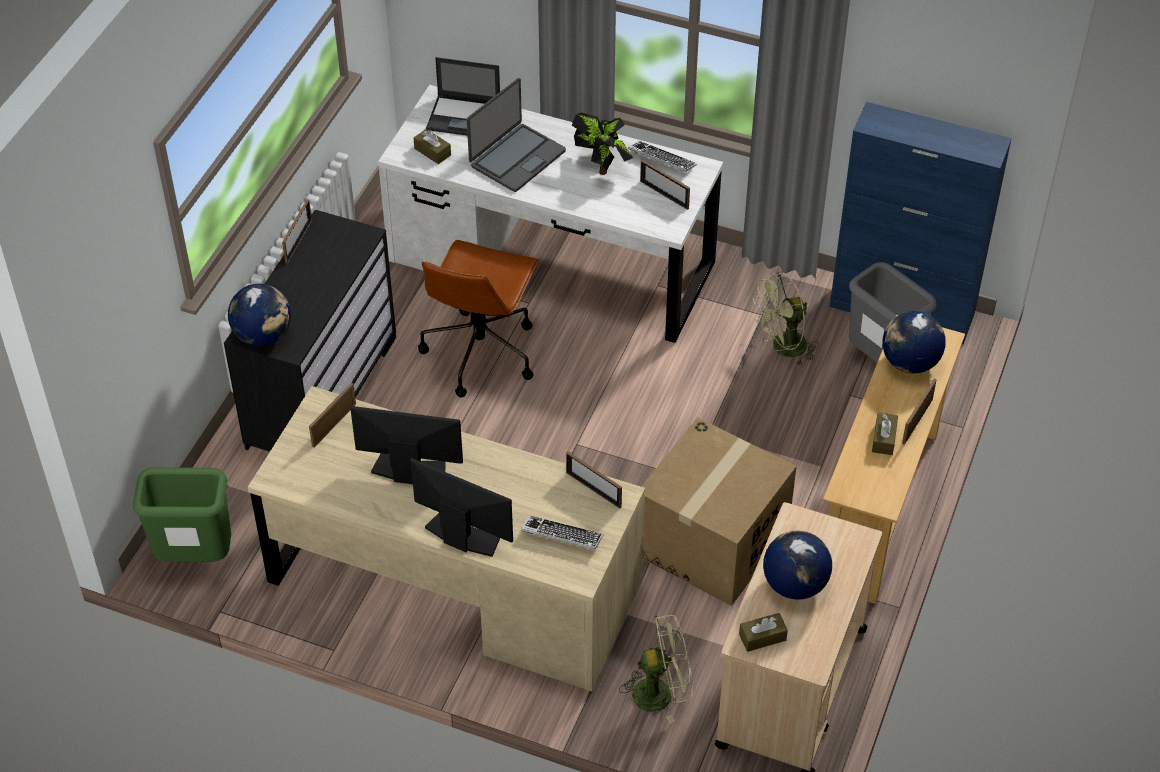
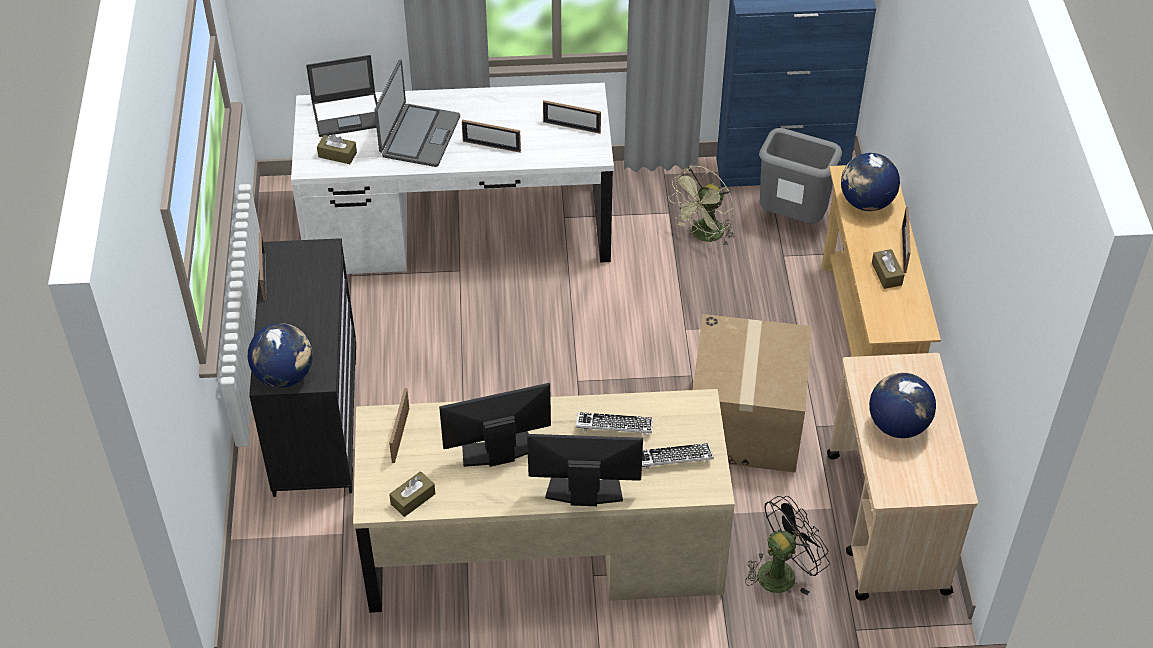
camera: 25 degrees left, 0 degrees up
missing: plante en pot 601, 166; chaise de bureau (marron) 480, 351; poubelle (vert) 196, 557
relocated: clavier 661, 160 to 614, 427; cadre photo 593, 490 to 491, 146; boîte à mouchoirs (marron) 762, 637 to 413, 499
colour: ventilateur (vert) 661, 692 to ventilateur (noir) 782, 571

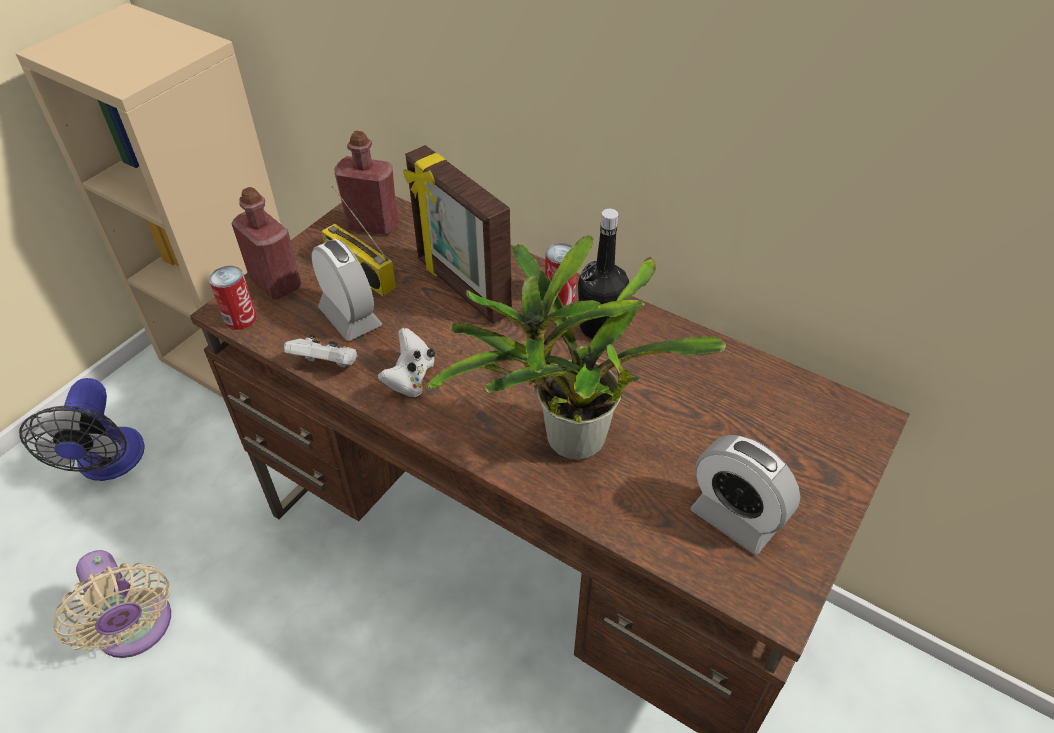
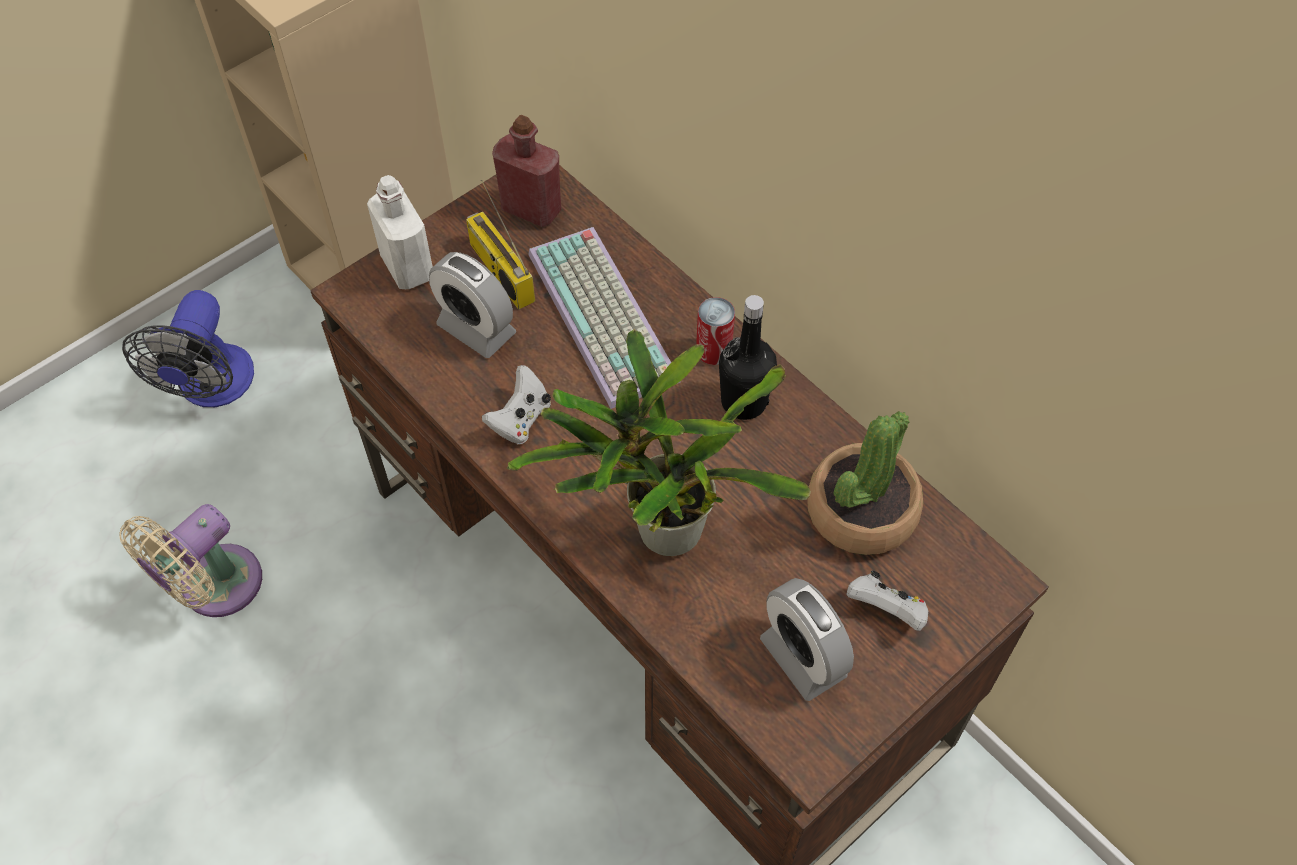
camera: 15 degrees right, 10 degrees up
missing: boîte métallique 240, 318
appeared: plante en pot 861, 510
relocated: manette (blanc) 327, 365 to 886, 610
exchanged: cadre photo 461, 288 to clavier 607, 317
colour: bouteille (rouge) 276, 283 to bouteille (blanc) 407, 267
spun: réveil 350, 317 = 476, 329 150 degrees clockwise; ventilateur (beige) 136, 630 = 214, 588 60 degrees clockwise

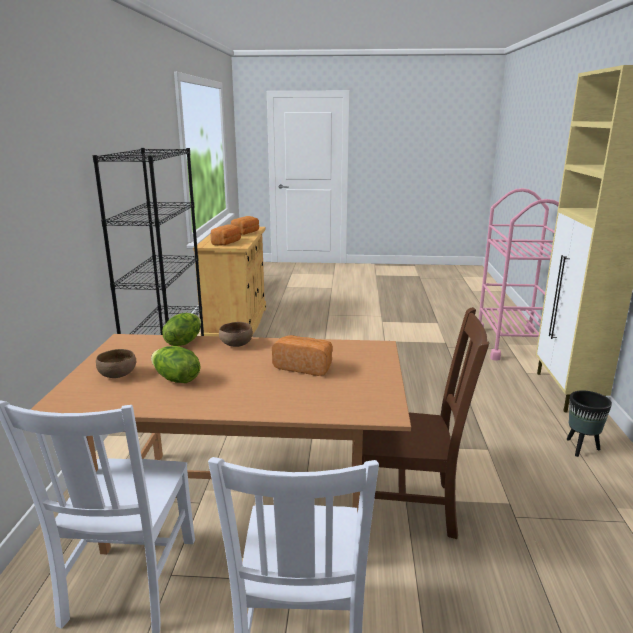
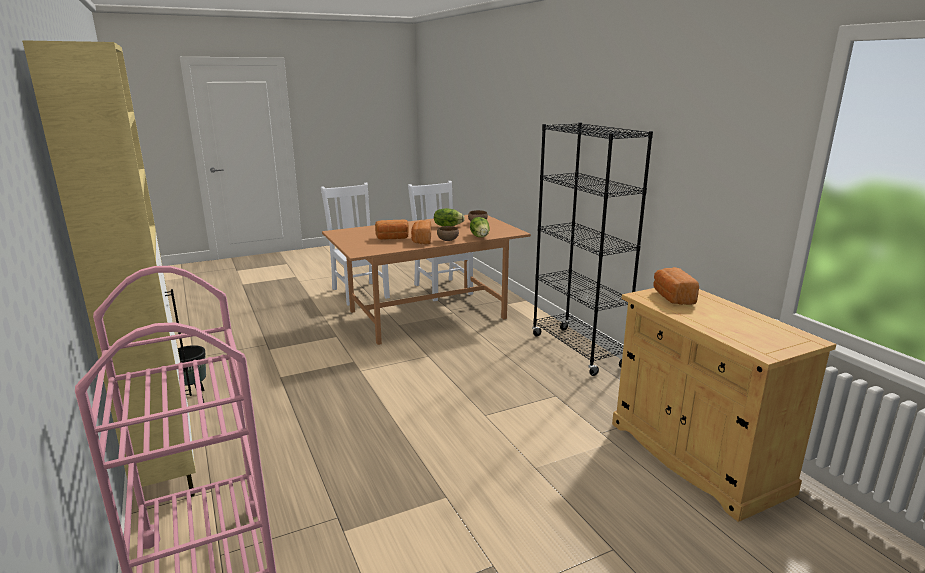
camera: 150 degrees right, 0 degrees up
missing: chaise (marron) 408, 506
relocated: pain 246, 233 to 421, 240

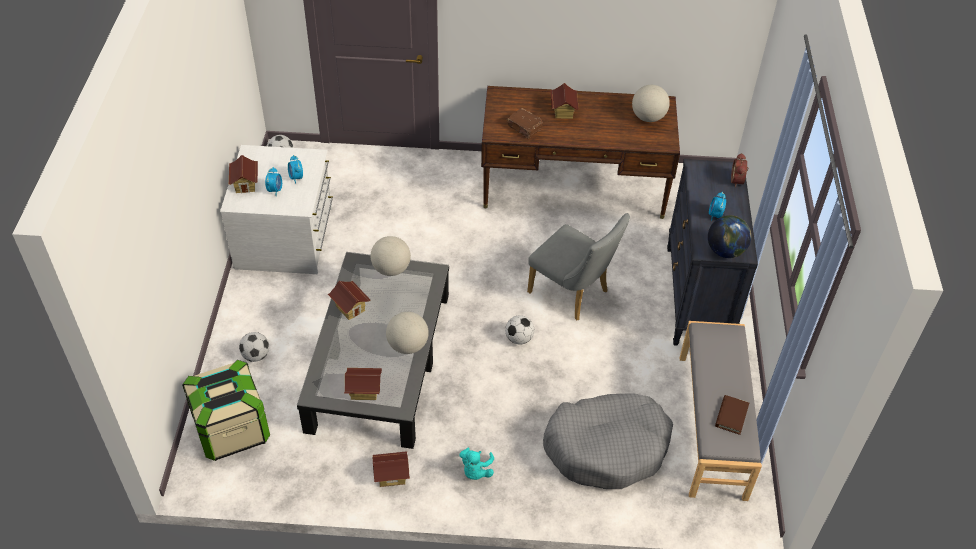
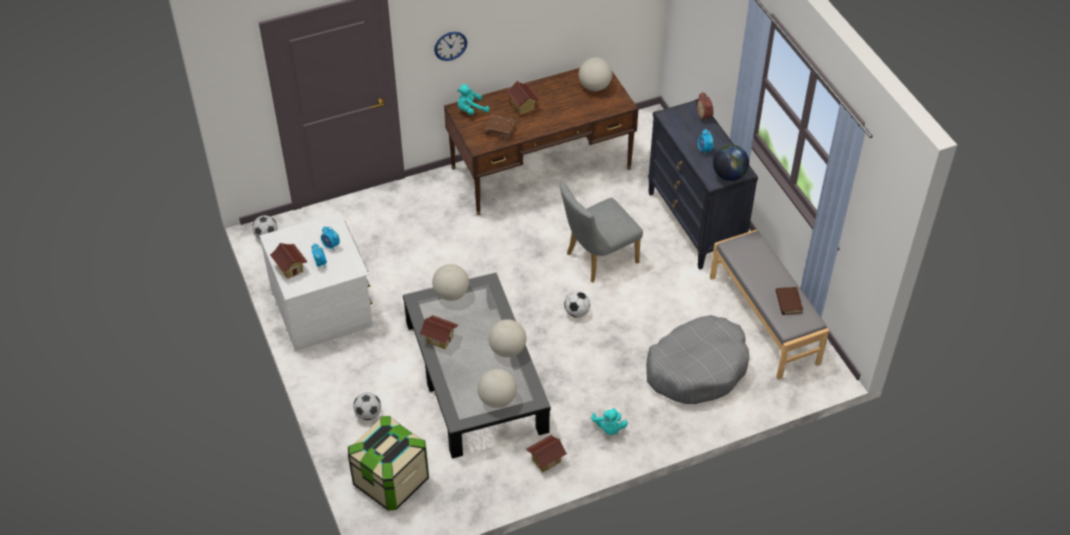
camera: 25 degrees left, 0 degrees up
appeared: horloge murale 450, 45; peluche (turquoise) 471, 110
exchanged: maison miniature 364, 391 to globe 497, 400
spun: chaise (gris) 573, 294 = 597, 259 135 degrees clockwise

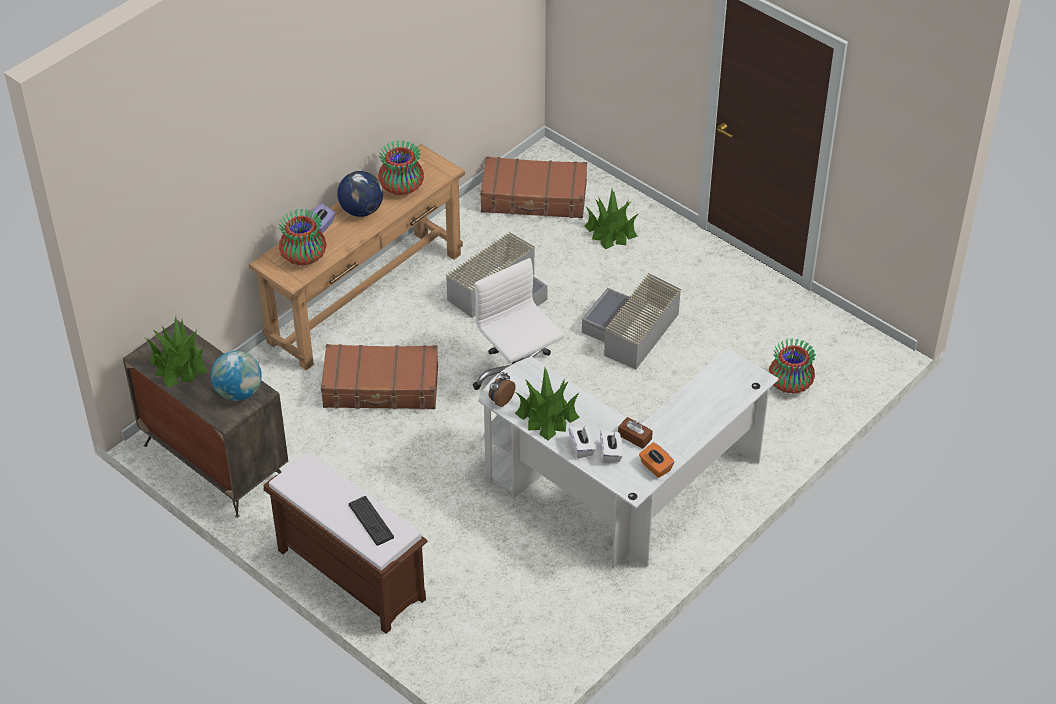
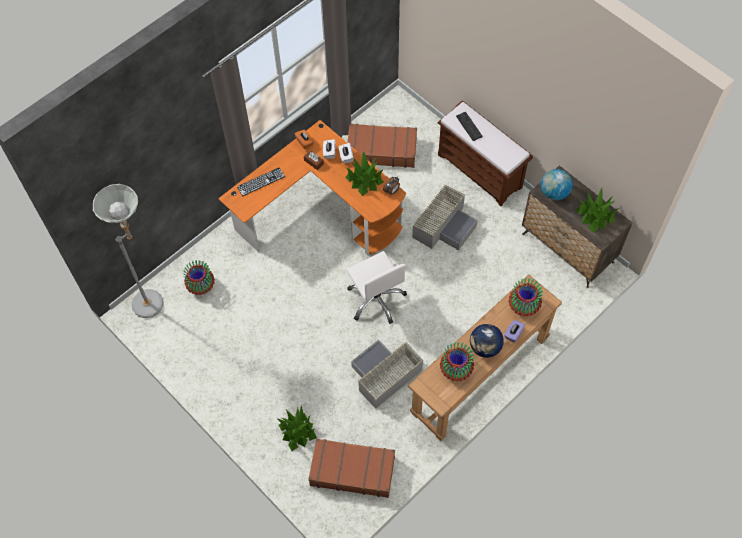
camera: 175 degrees left, 15 degrees up
appeared: clavier 261, 181; lampadaire (gris) 153, 299
relocated: boîte de rangement (gris) 630, 332 to 444, 225; valise (marron) 381, 387 to 381, 150
colour: bureau (blanc) 621, 494 to bureau (orange) 321, 213

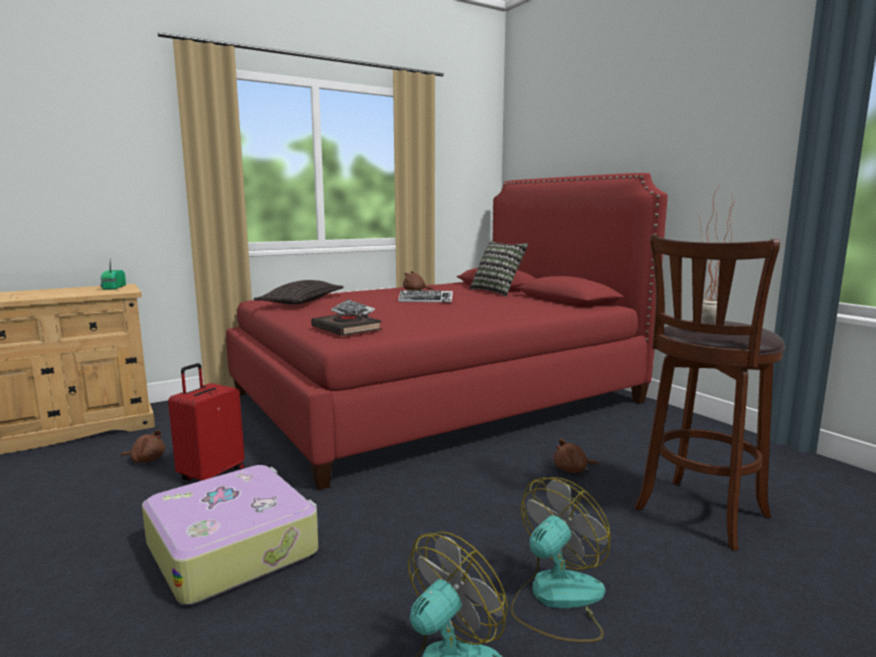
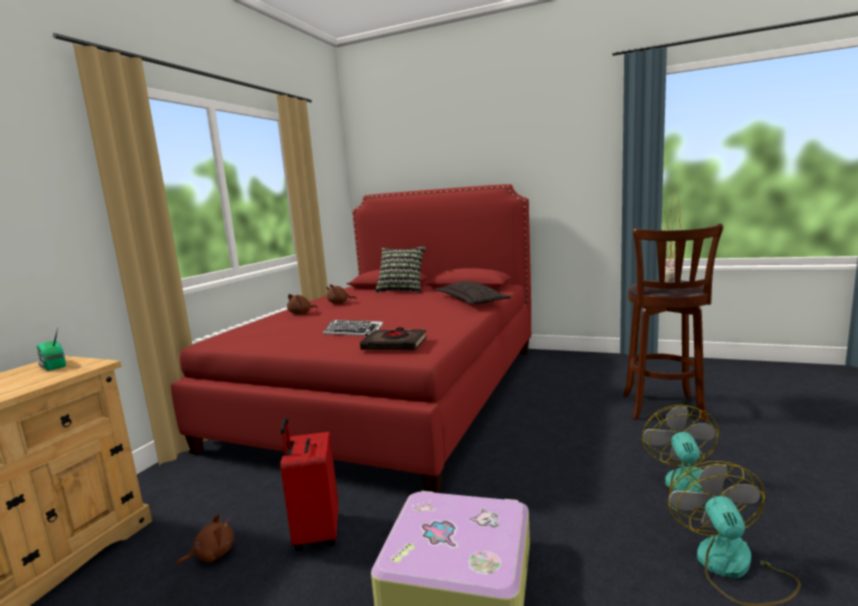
camera: 35 degrees left, 0 degrees up
missing: clavier 425, 300
relocated: coussin 302, 301 to 471, 300; peluche (marron) 572, 470 to 301, 313

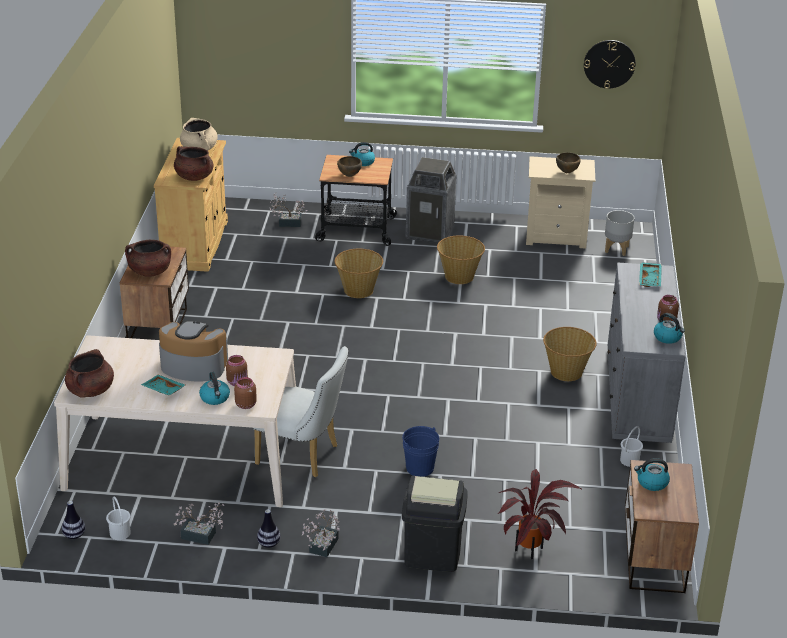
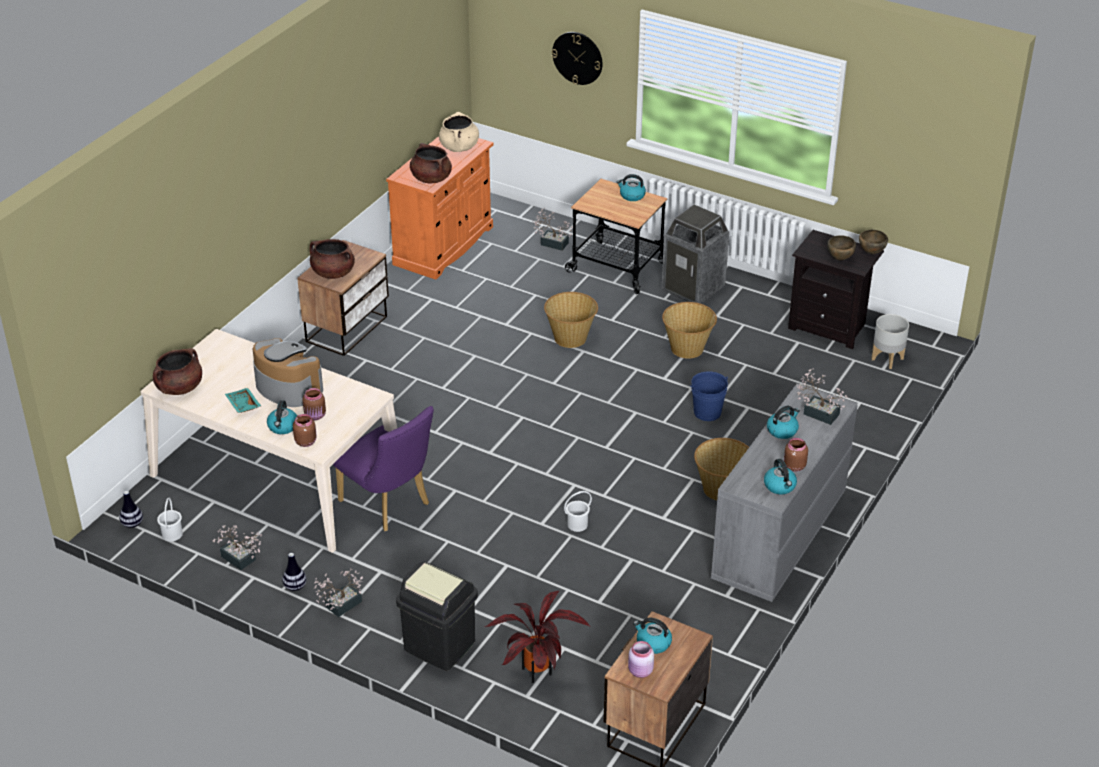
camera: 25 degrees right, 5 degrees up
appeared: bouilloire 782, 430; bocal (rose) 640, 671
relocated: horloge murale 609, 63 to 577, 57; bol (marron) 349, 176 to 871, 252; seau (bleu) 420, 468 to 707, 412; seau (blanc) 630, 460 to 577, 525
exchanged: plateau (turquoise) 650, 279 to plante en pot 817, 412
colour: meuble de rangement (beige) 195, 244 to meuble de rangement (orange) 444, 246; table de chevet (beige) 556, 236 to table de chevet (noir) 829, 326; chaise (blanc) 303, 456 to chaise (violet) 389, 505

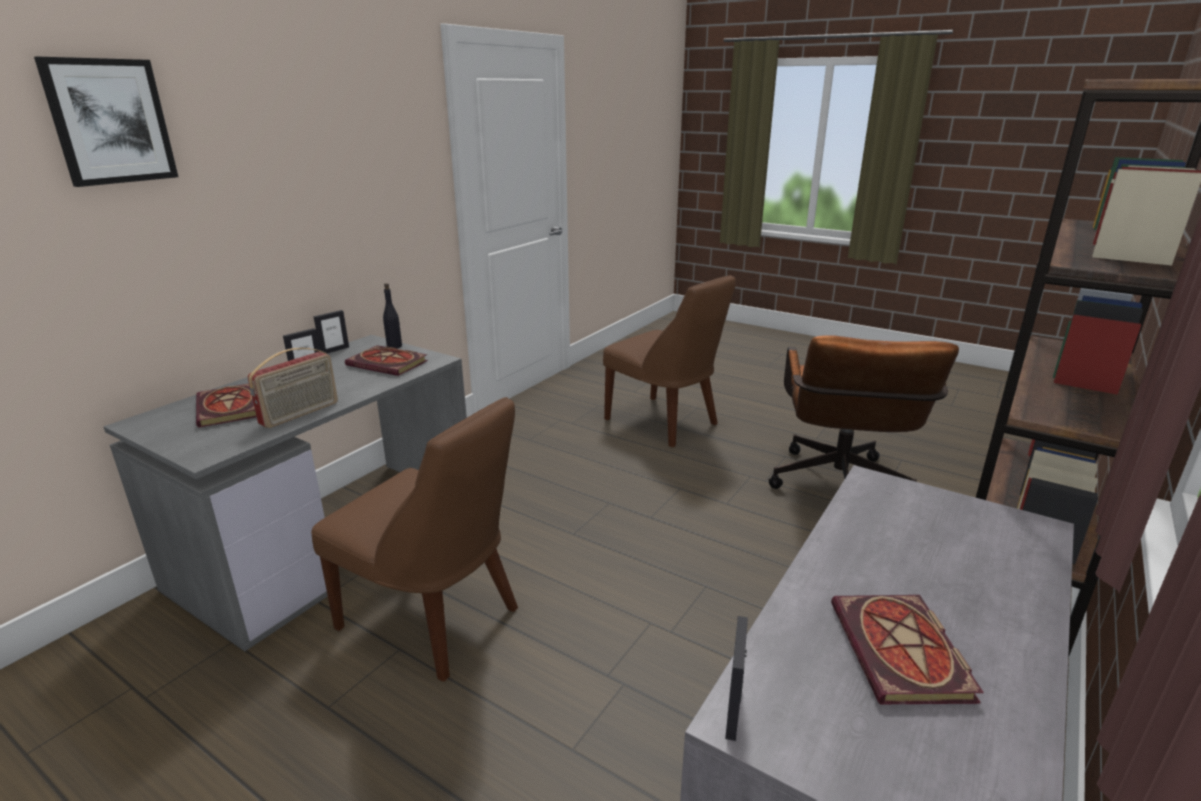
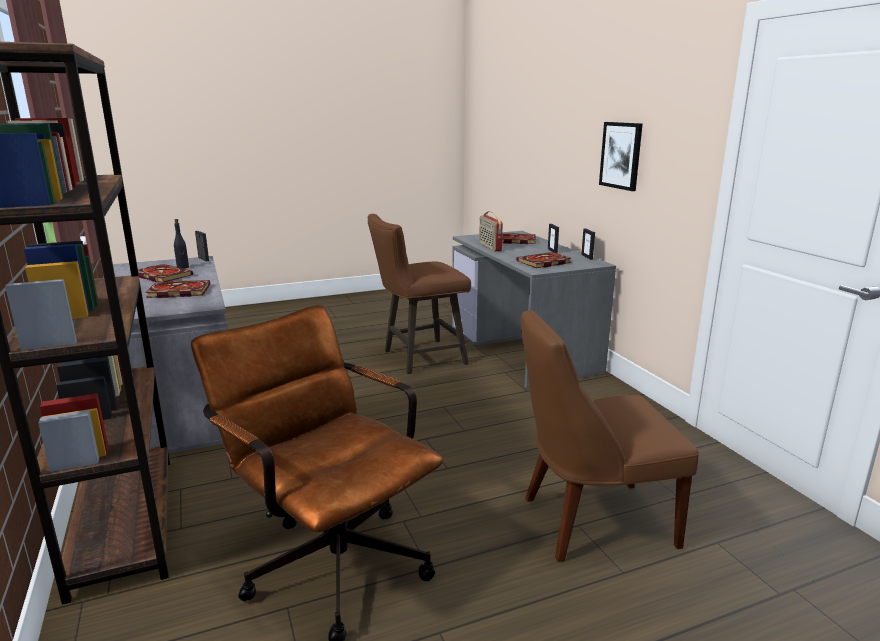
camera: 125 degrees right, 5 degrees down
appeared: livre 177, 292
relocated: tableau 110, 122 to 621, 155; bouteille (noir) 394, 346 to 183, 267
exchanged: chaise (marron) 435, 620 to tabouret (marron) 418, 358

